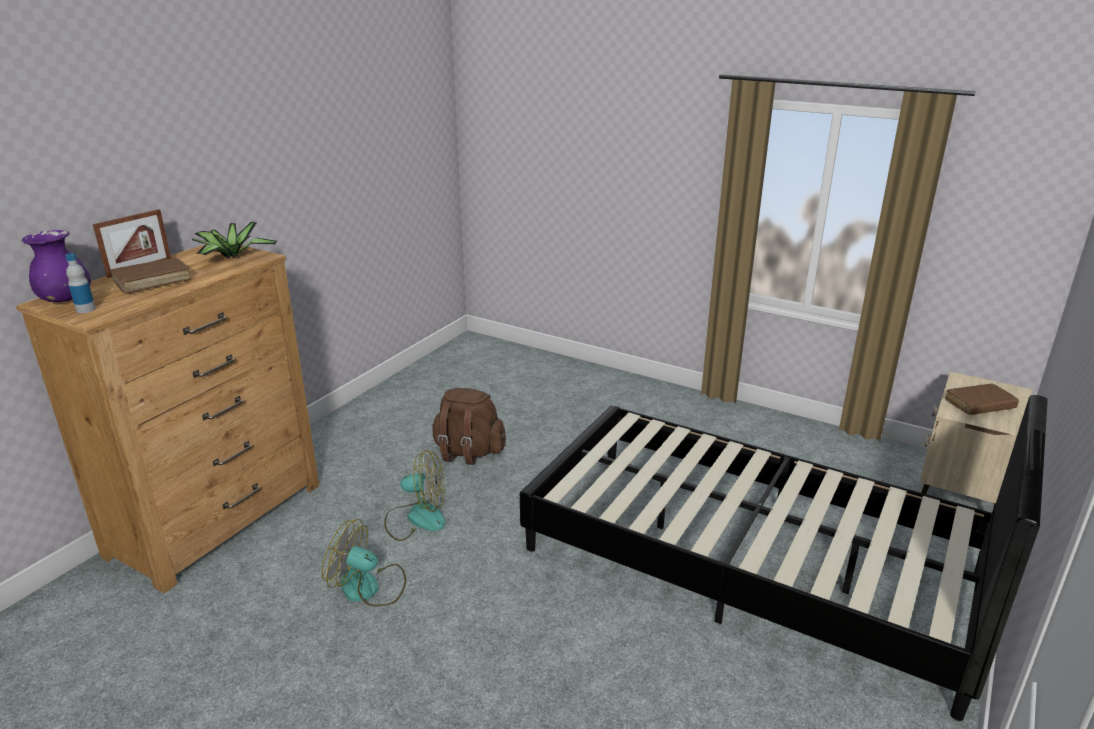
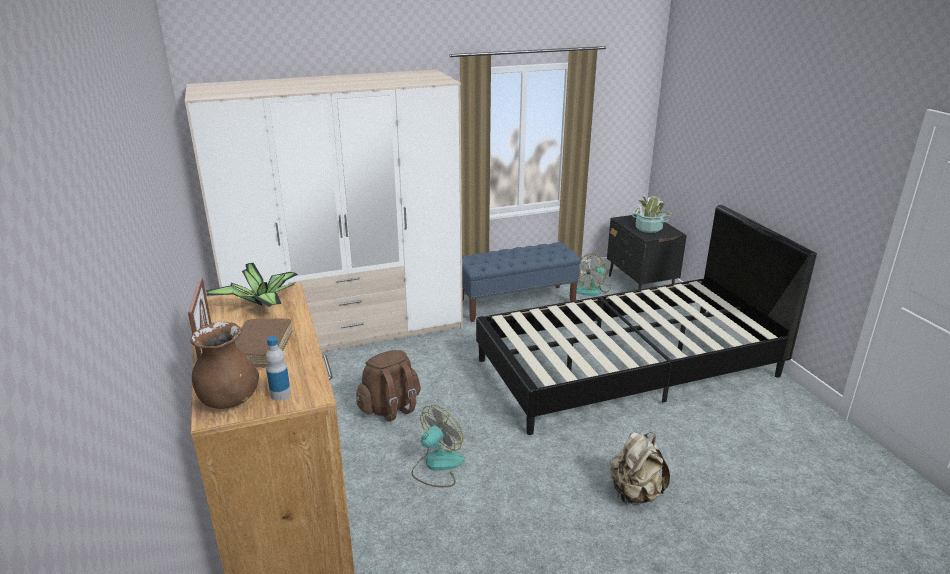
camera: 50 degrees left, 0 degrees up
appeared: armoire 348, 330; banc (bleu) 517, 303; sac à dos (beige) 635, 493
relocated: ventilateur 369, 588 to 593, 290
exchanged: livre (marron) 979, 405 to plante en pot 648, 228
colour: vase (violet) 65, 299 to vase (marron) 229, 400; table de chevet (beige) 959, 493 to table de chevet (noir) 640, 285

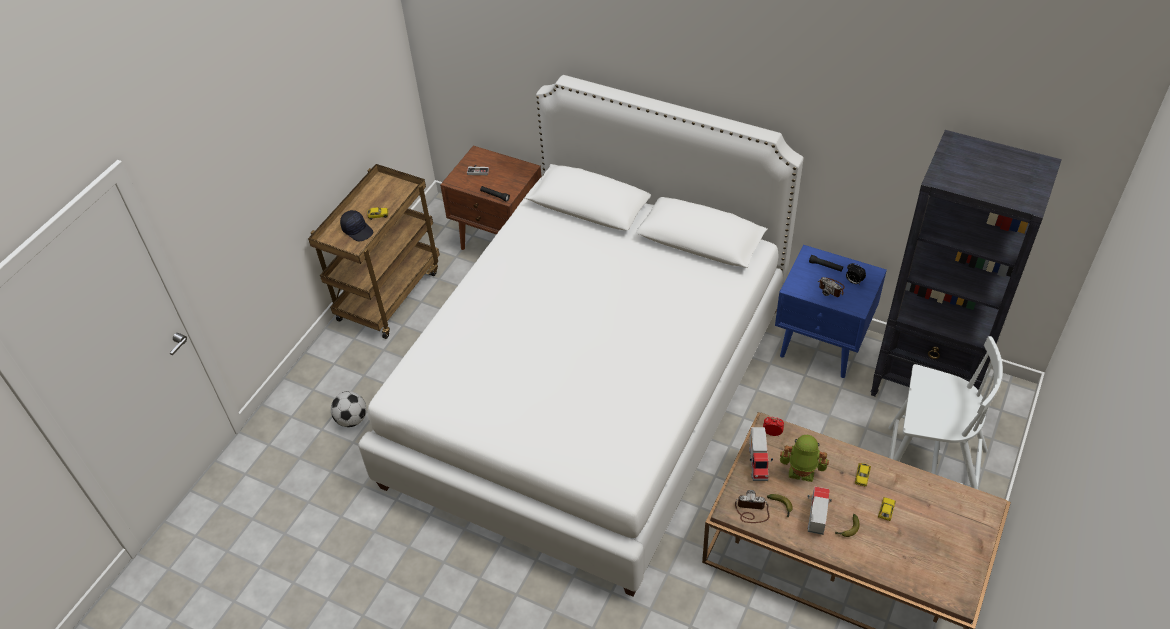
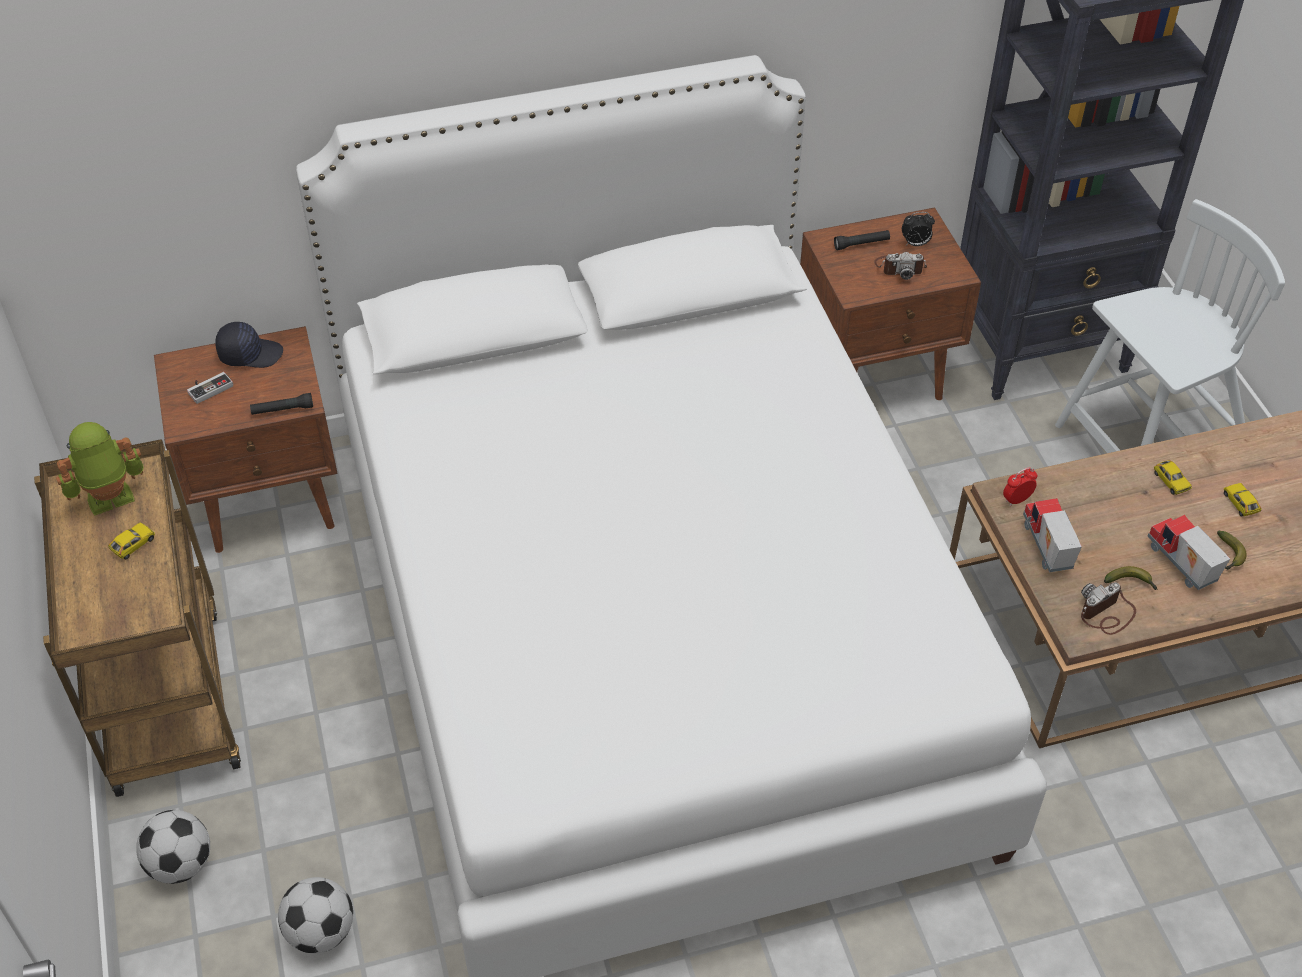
camera: 45 degrees left, 0 degrees up
appeared: ballon de foot 180, 864
relocated: casquette (noir) 358, 230 to 250, 353; robot jouet 800, 474 to 110, 501
colour: table de chevet (bleu) 822, 346 to table de chevet (marron) 875, 375
spun: camion jouet 759, 463 = 1045, 547 150 degrees counterclockwise

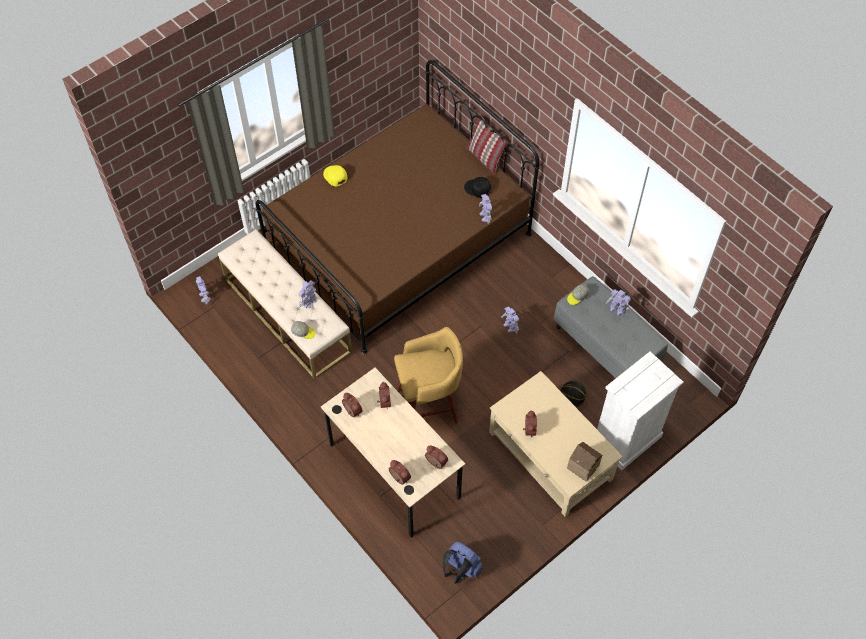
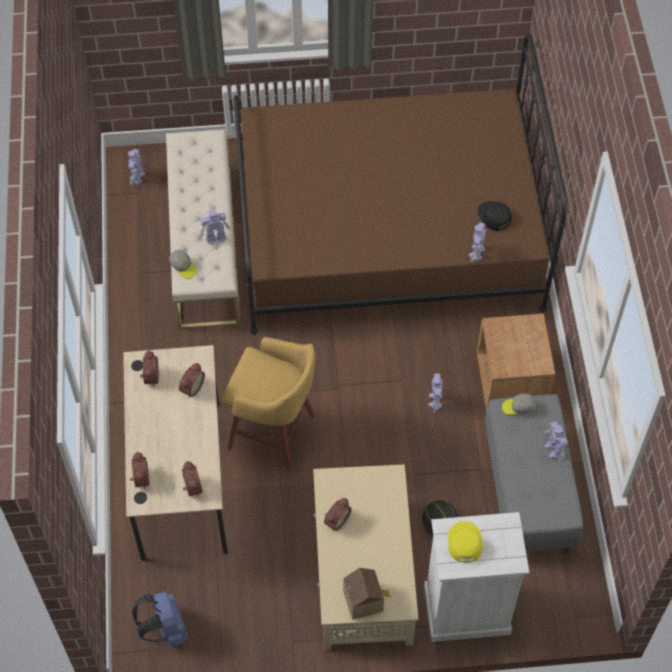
camera: 35 degrees right, 0 degrees up
missing: coussin 485, 158
appeared: table de chevet (marron) 511, 381
relocated: casquette (jaune) 335, 176 to 464, 542

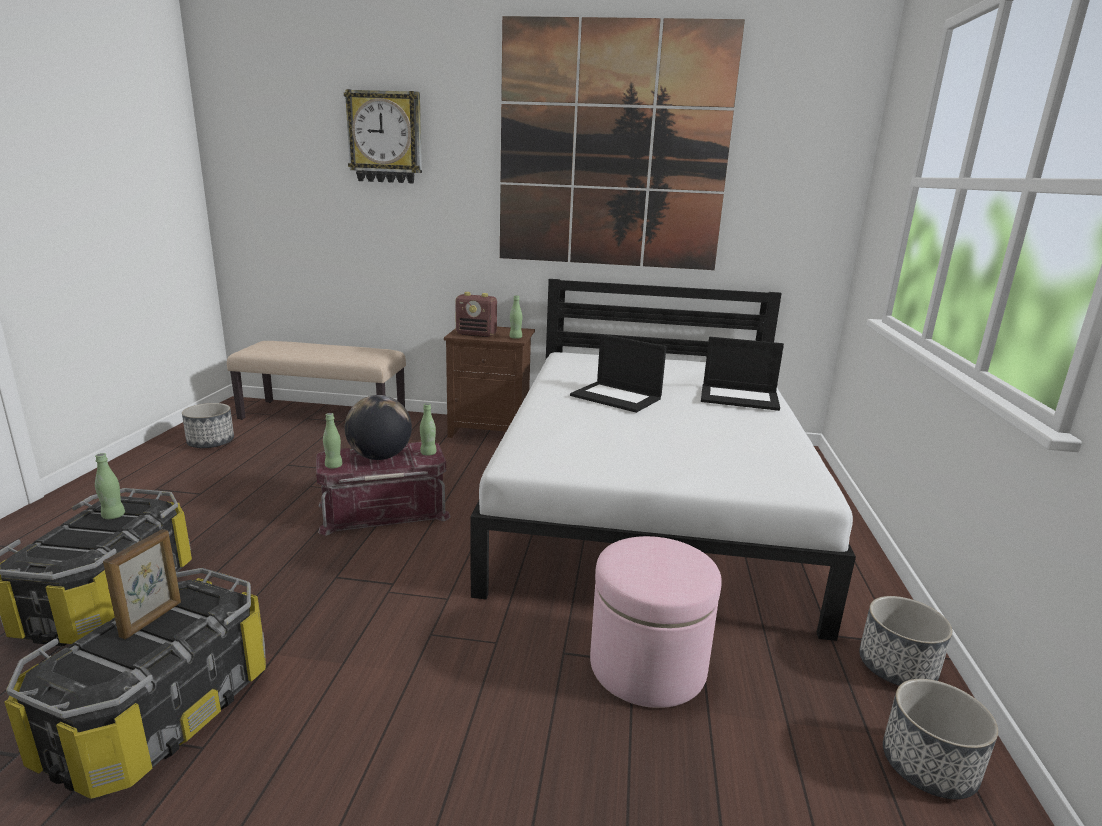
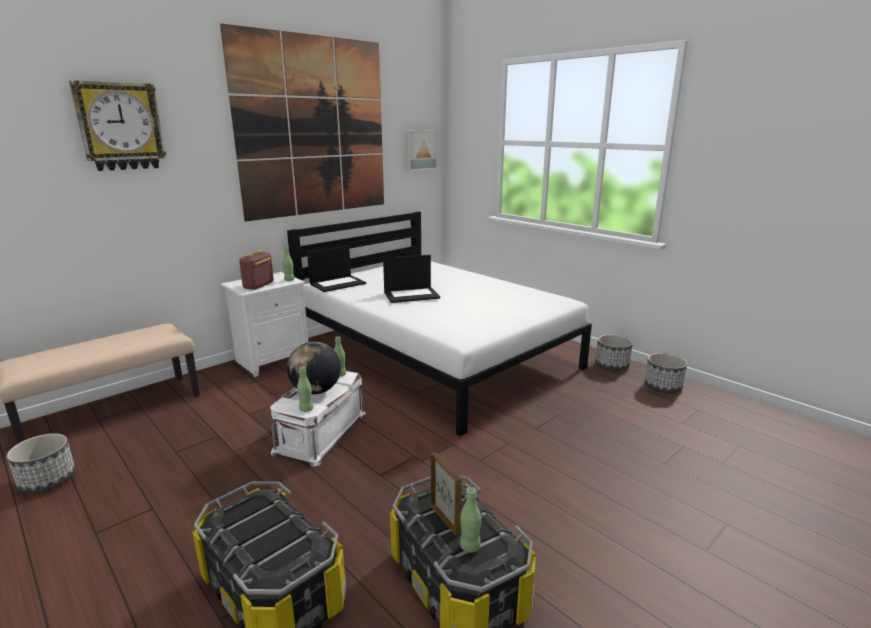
camera: 50 degrees left, 0 degrees up
missing: pouf (rose) 647, 666
appeared: tableau 420, 150
relocated: ordinateur portable 740, 397 to 338, 283; bouteille (vert) 113, 516 to 470, 546
colour: table de chevet (marron) 491, 430 to table de chevet (blanc) 272, 359; boîte de rangement (rouge) 384, 510 to boîte de rangement (blanc) 320, 432
spun: radio 476, 334 = 258, 286 150 degrees clockwise

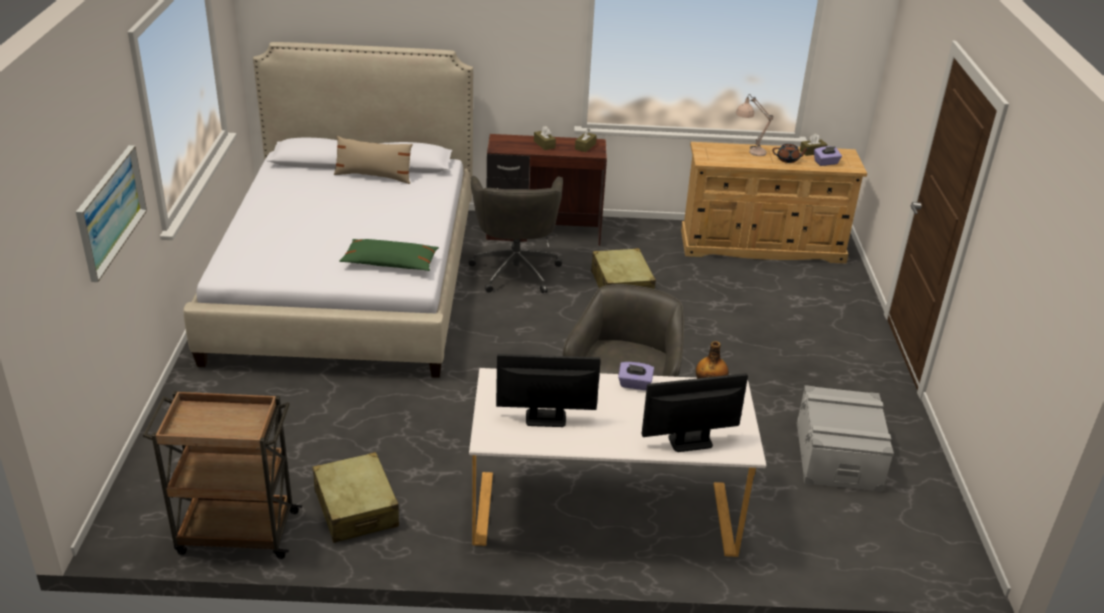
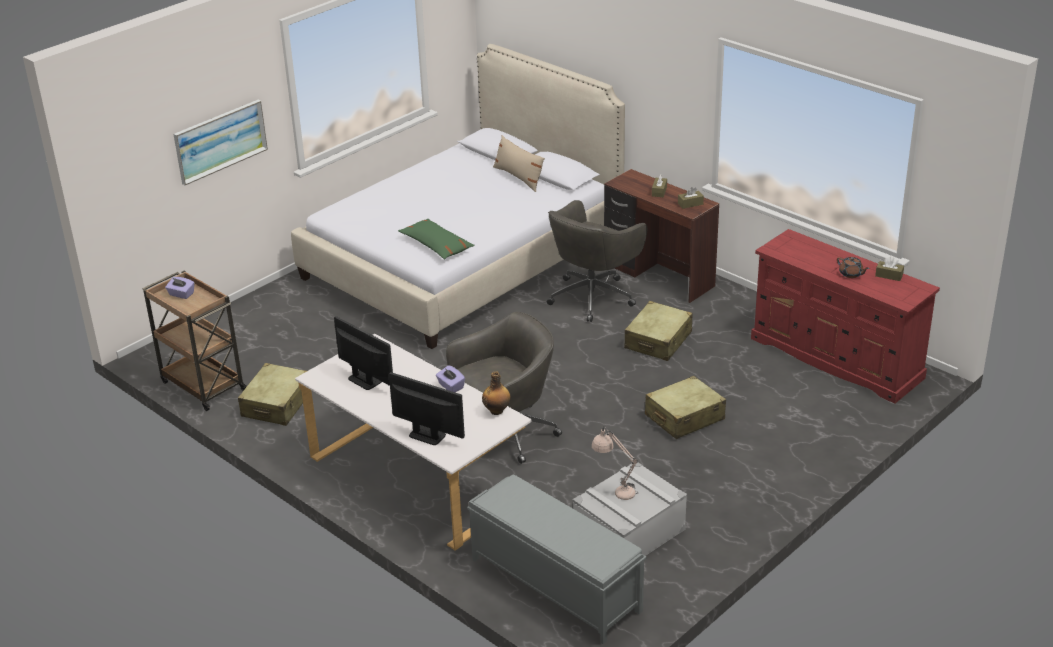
camera: 45 degrees right, 0 degrees up
appeared: valise (beige) 684, 417; banc (gris) 554, 584
relocated: lampe de table (beige) 748, 153 to 615, 489; boîte à mouchoirs (violet) 826, 163 to 181, 294
colour: commode (beige) 763, 246 to commode (rouge) 837, 358

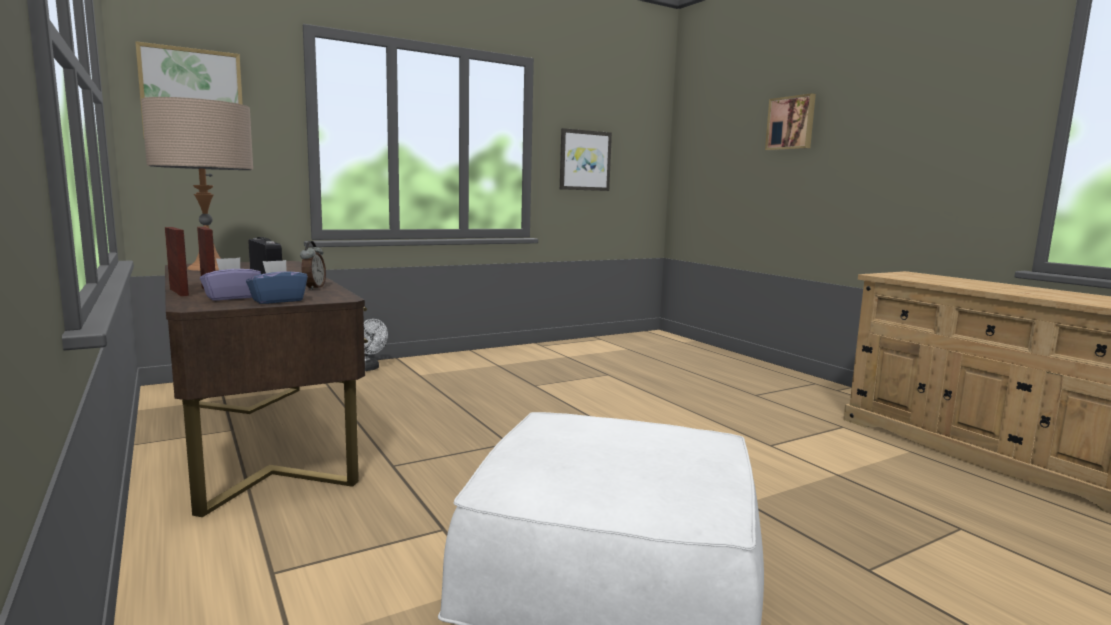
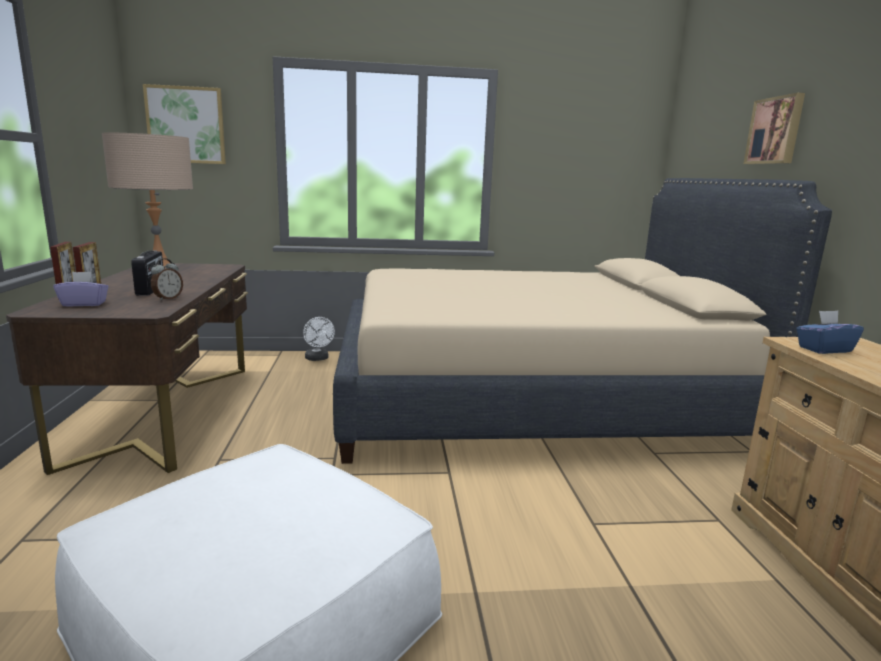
camera: 25 degrees right, 5 degrees up
missing: tableau 584, 160
appeared: lit (beige) 528, 399
relocated: boîte à mouchoirs (bleu) 277, 300 to 824, 349

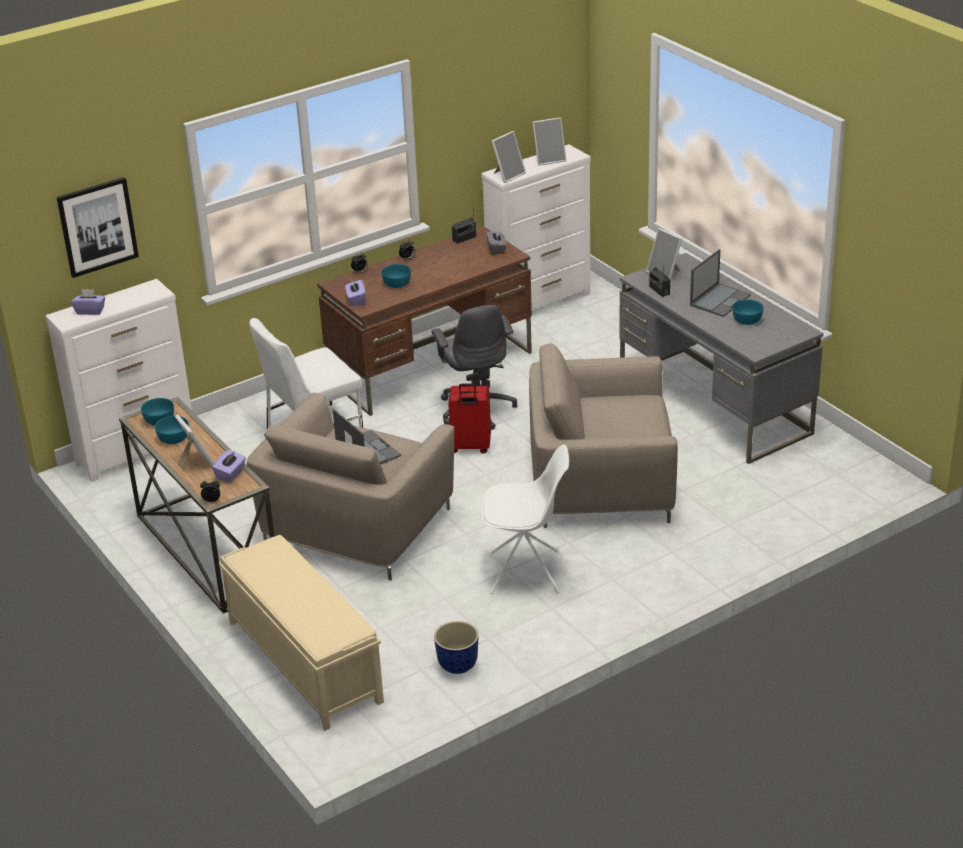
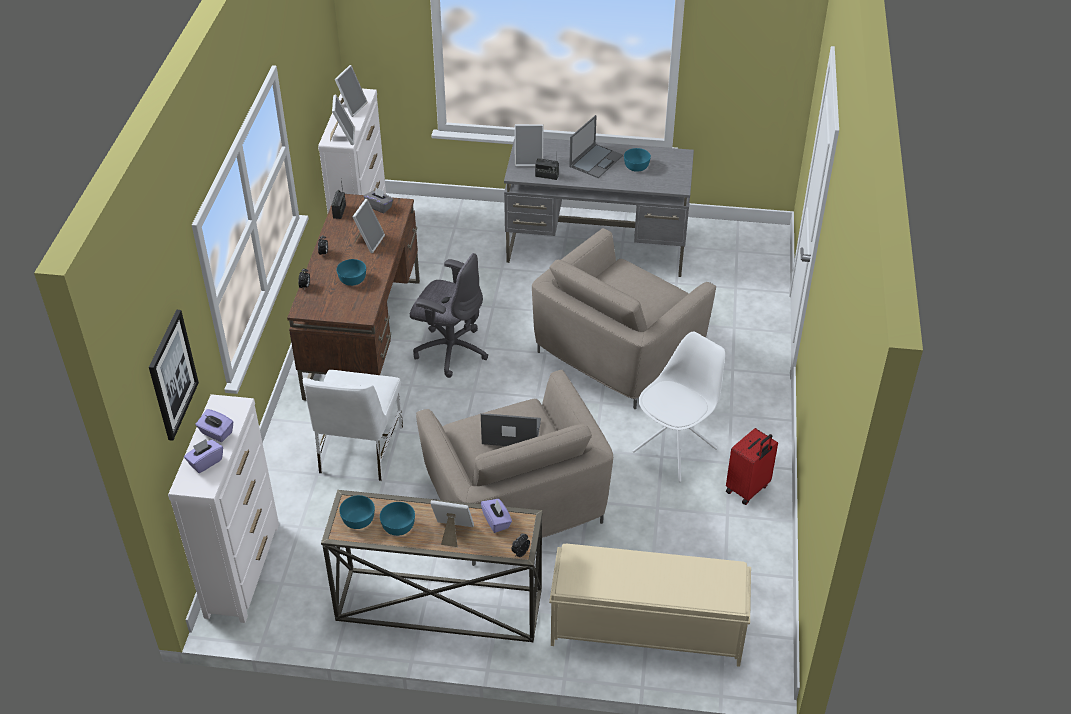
camera: 50 degrees left, 10 degrees up
missing: cache-pot 457, 665
appeared: cadre photo 368, 242
relocated: boîte à mouchoirs (violet) 356, 300 to 216, 433; valise (rouge) 470, 447 to 748, 489
spun: ordinateur portable 720, 300 = 596, 160 45 degrees clockwise

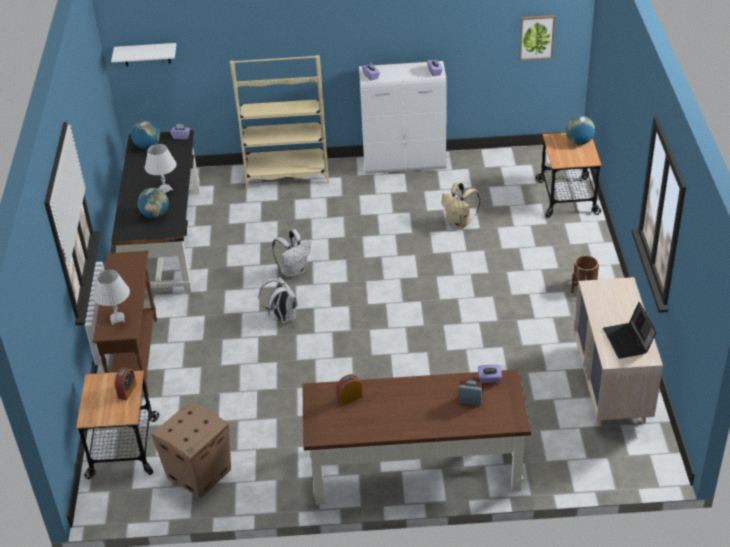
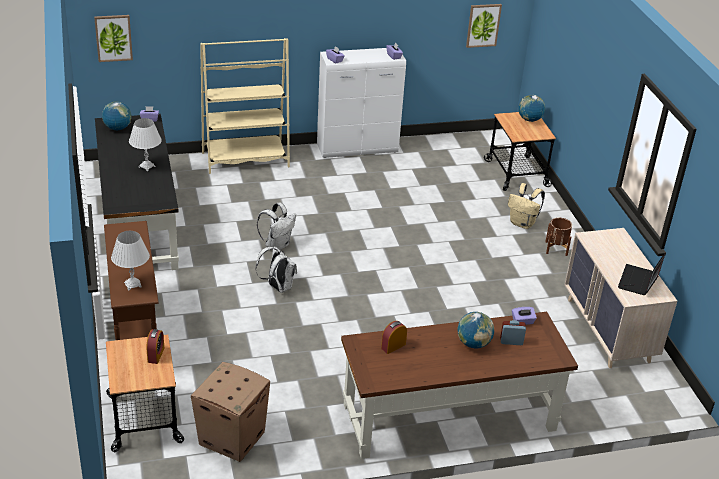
camera: 15 degrees left, 5 degrees down
relocated: sac à dos (beige) 460, 222 to 523, 223; globe 155, 215 to 473, 344
exchanged: étagère (blanc) 146, 54 to tableau 113, 38
spun: ordinateur portable 628, 341 = 639, 282 45 degrees clockwise

